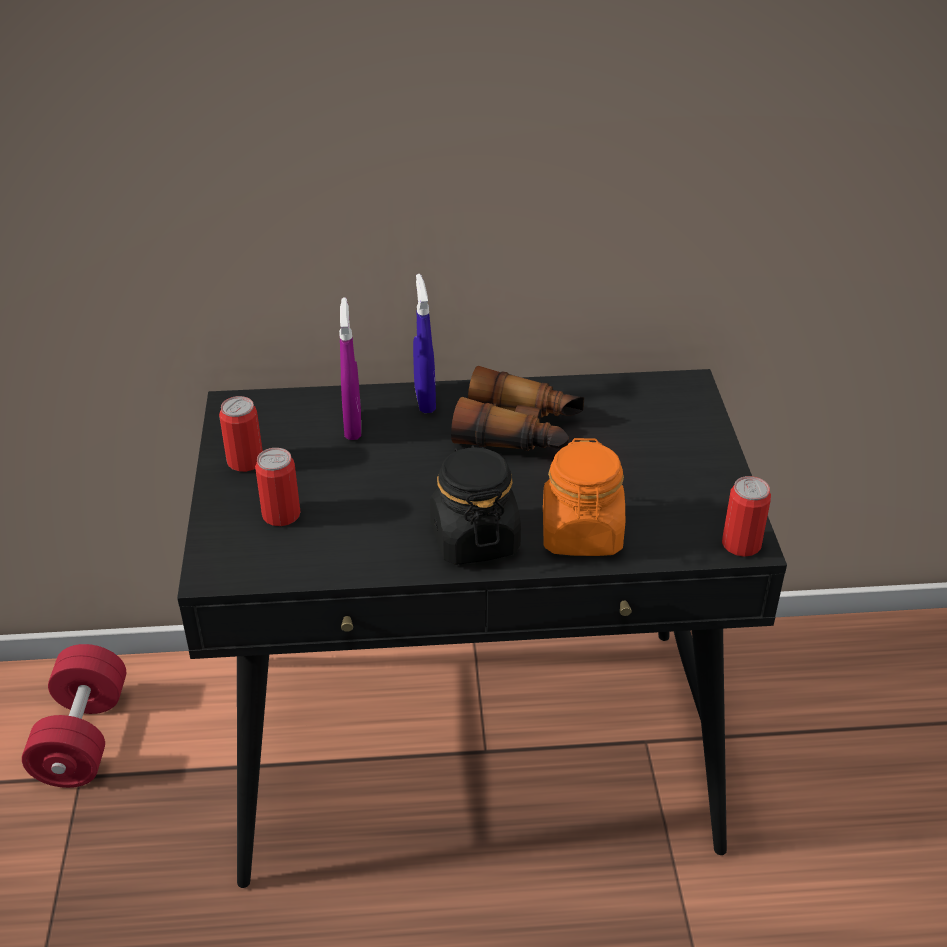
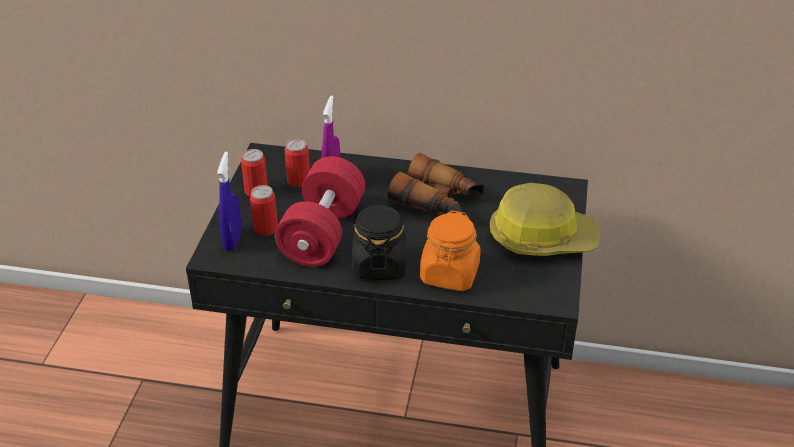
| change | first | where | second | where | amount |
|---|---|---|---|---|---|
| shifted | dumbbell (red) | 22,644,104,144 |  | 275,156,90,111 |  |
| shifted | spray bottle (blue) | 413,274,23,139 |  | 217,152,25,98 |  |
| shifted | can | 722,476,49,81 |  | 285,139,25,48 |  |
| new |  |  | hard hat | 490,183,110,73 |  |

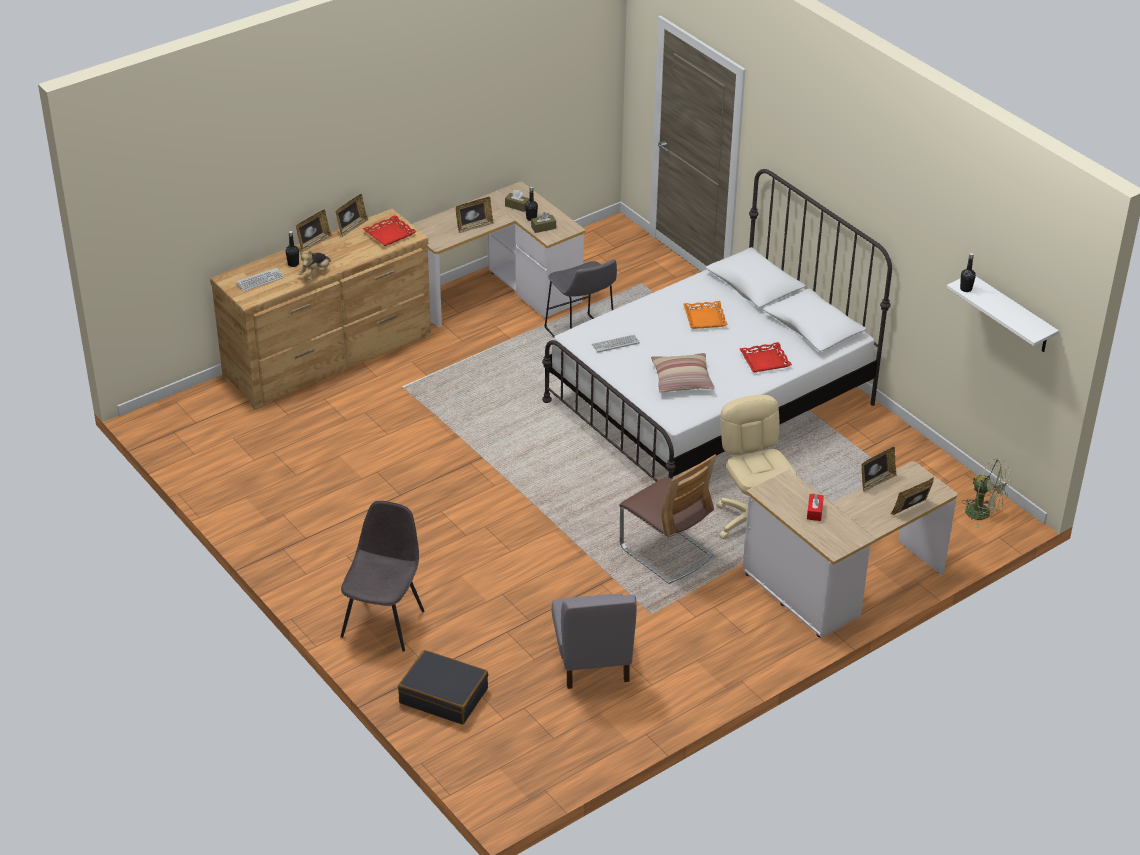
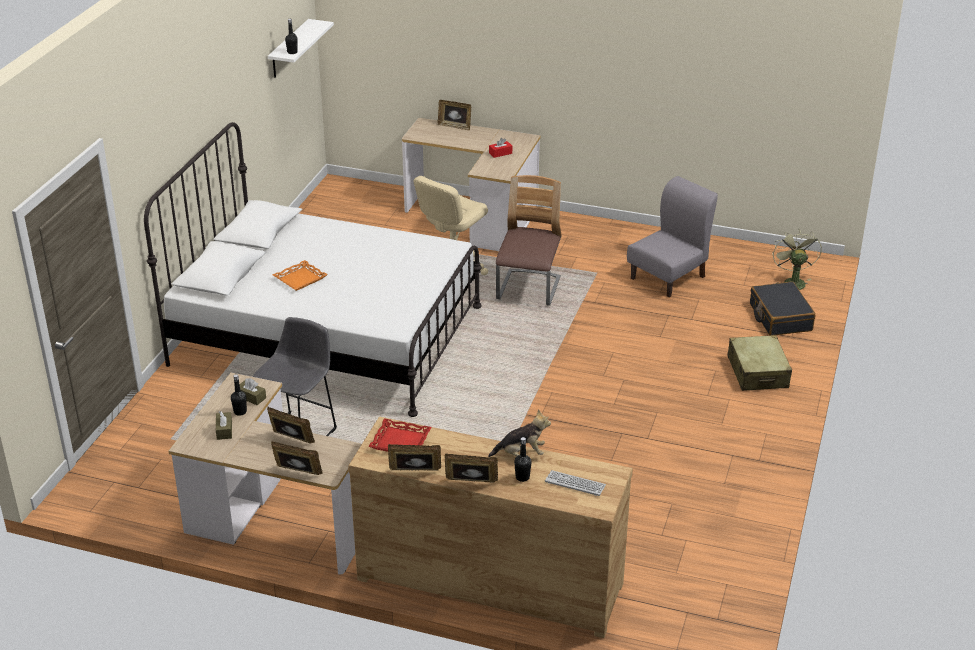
| change | first | where | second | where | amount |
|---|---|---|---|---|---|
| swapped | chair (grey) | 341,501,84,150 | suitcase (beige) | 727,335,65,56 |  |
| gone | keyboard | 592,335,48,17 |  |  |  |
| gone | pillow | 651,353,64,39 |  |  |  |
| gone | tray (red) | 740,342,52,30 |  |  |  |
| shifted | picture frame | 862,447,35,45 |  | 271,441,51,34 |  |
| shifted | fan (green) | 962,458,49,69 |  | 772,229,50,61 |  |

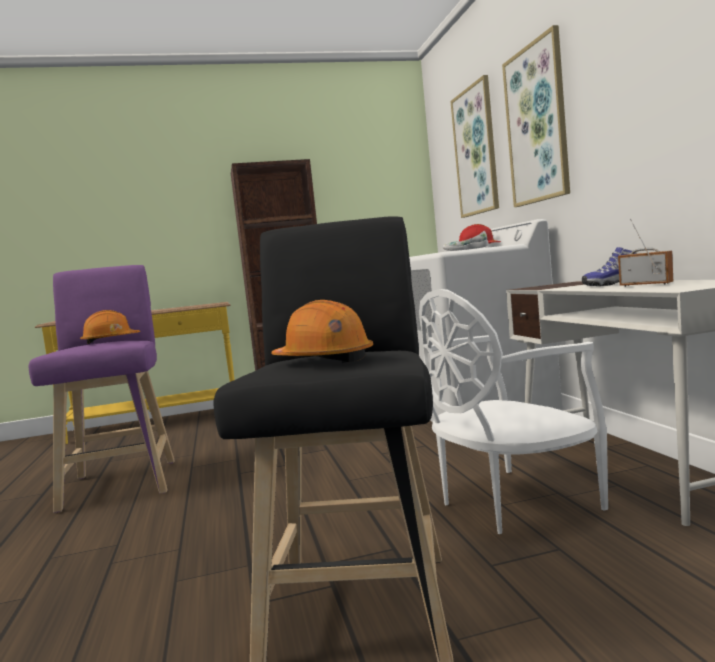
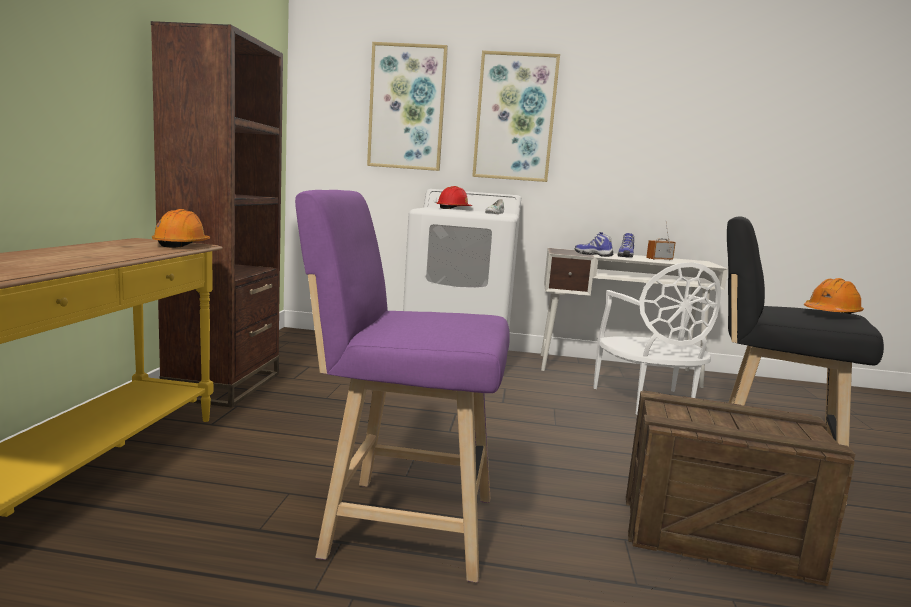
| change | first | where | second | where | amount |
|---|---|---|---|---|---|
| shifted | hard hat (orange) | 80,310,61,34 |  | 152,209,58,39 |  |
| new |  |  | shoe | 575,232,38,25 |  |
| new |  |  | crate | 626,390,229,196 |  |

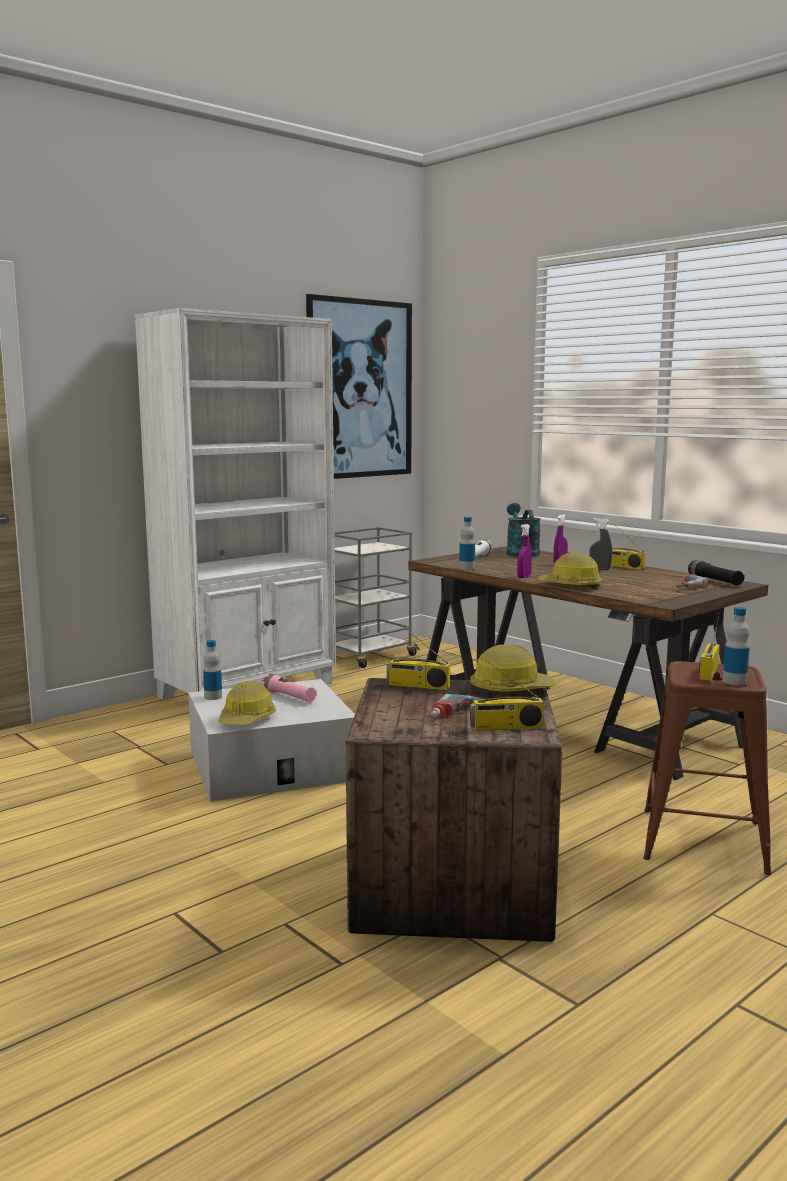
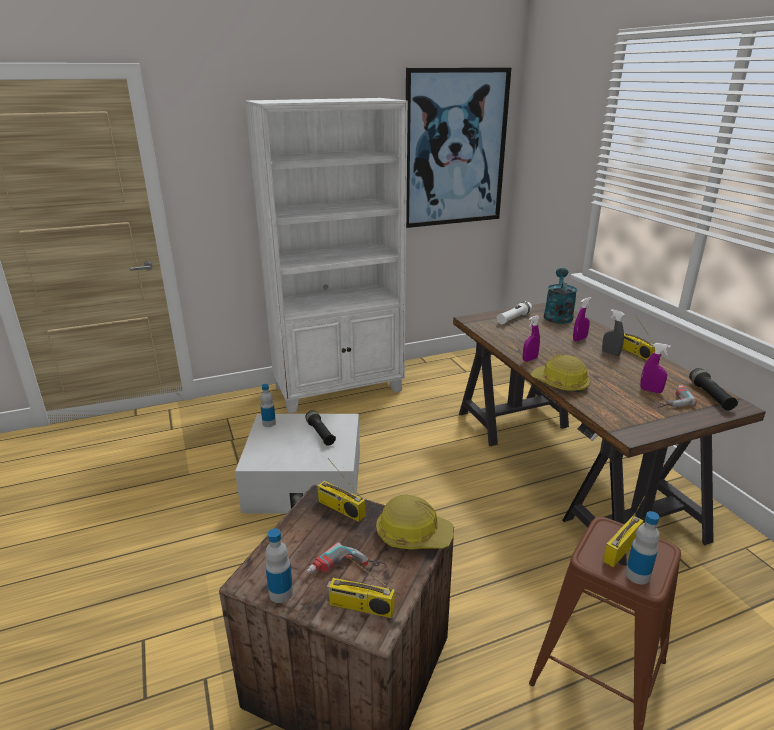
| change | first | where | second | where | amount |
|---|---|---|---|---|---|
| gone | hard hat | 218,681,58,44 |  |  |  |
| repainted | flashlight (pink) | 261,674,56,29 | flashlight (black) | 305,410,31,36 |  |
| gone | cart (grey) | 334,527,86,141 |  |  |  |
| shifted | bottle | 459,516,16,54 |  | 265,528,28,75 |  |
| new |  |  | spray bottle (purple) | 640,343,31,50 |  |

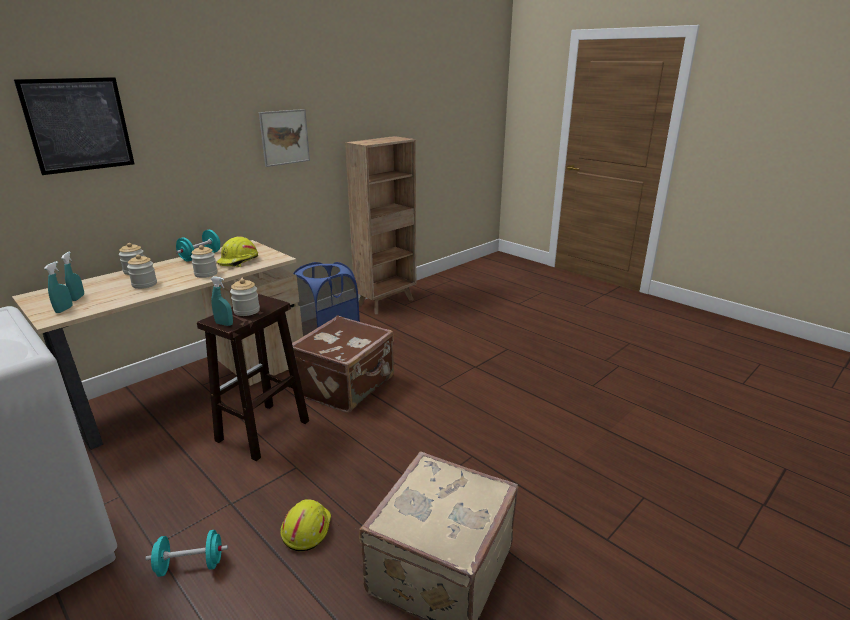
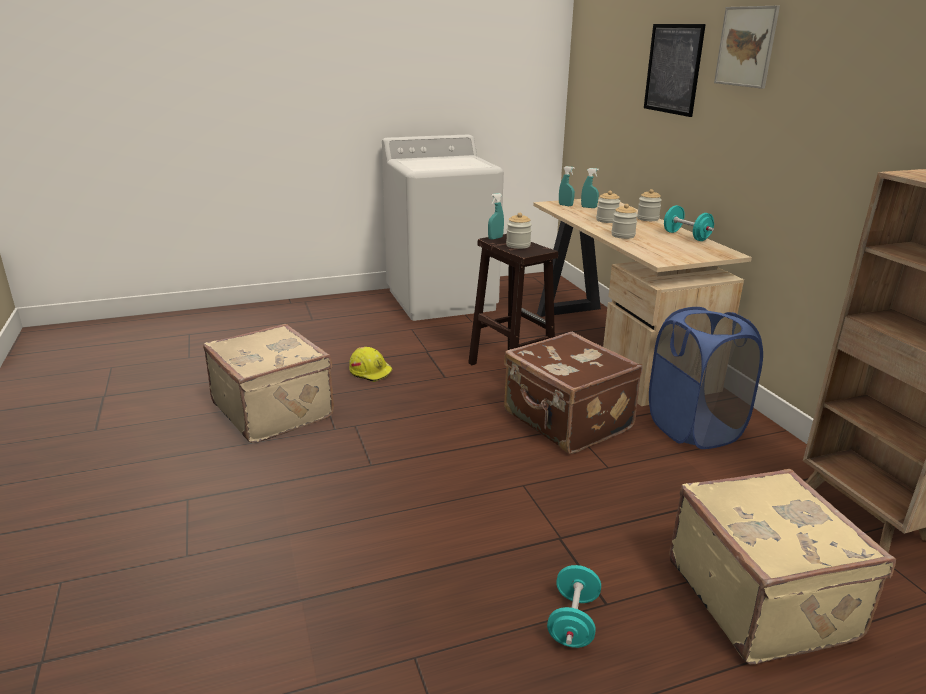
| change | first | where | second | where | amount |
|---|---|---|---|---|---|
| shifted | dumbbell (turquoise) | 145,530,83,47 |  | 547,565,54,83 |  |
| gone | hard hat (yellow) | 216,236,42,31 |  |  |  |
| shifted | picture | 259,109,51,58 |  | 714,6,66,83 |  |
| new |  |  | suitcase (beige) | 669,469,227,196 |  |

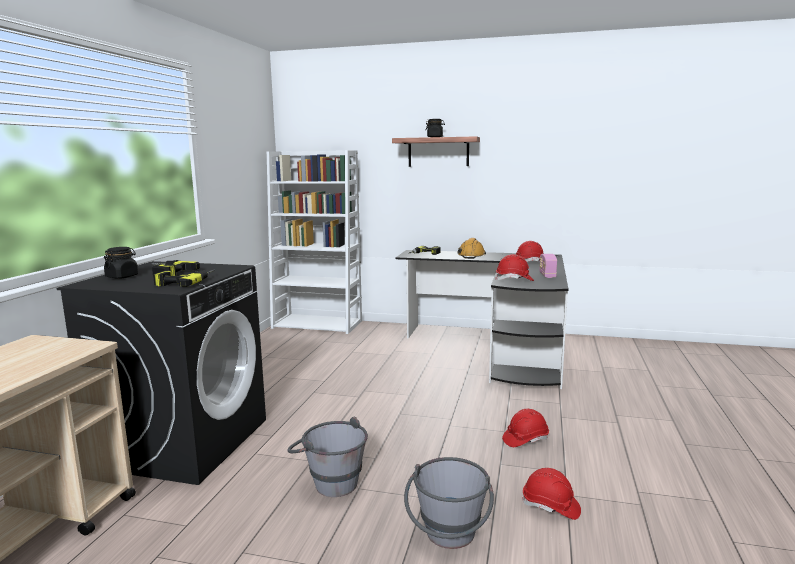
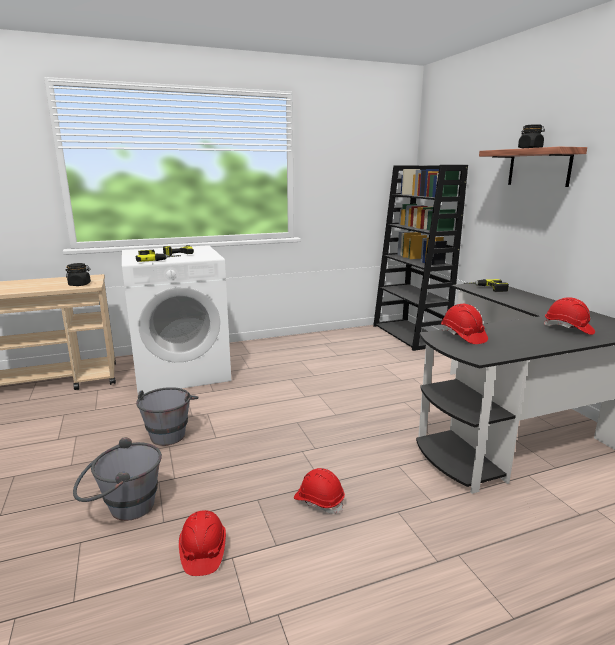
| change | first | where | second | where | amount |
|---|---|---|---|---|---|
| repainted | washing machine (black) | 57,261,209,224 | washing machine (white) | 122,245,109,149 |  |
| shifted | jar (black) | 104,247,34,32 |  | 66,263,25,23 |  |
| repainted | bookcase (white) | 267,150,95,184 | bookcase (black) | 373,165,95,186 |  |
| gone | hard hat (orange) | 458,238,28,21 |  |  |  |
| gone | radio | 539,254,18,24 |  |  |  |

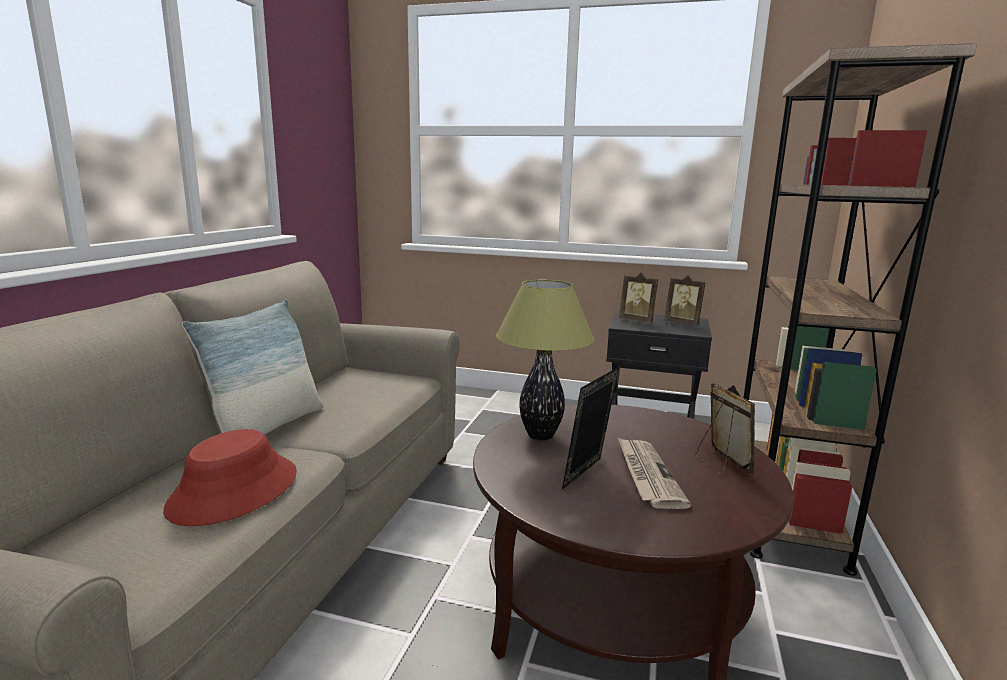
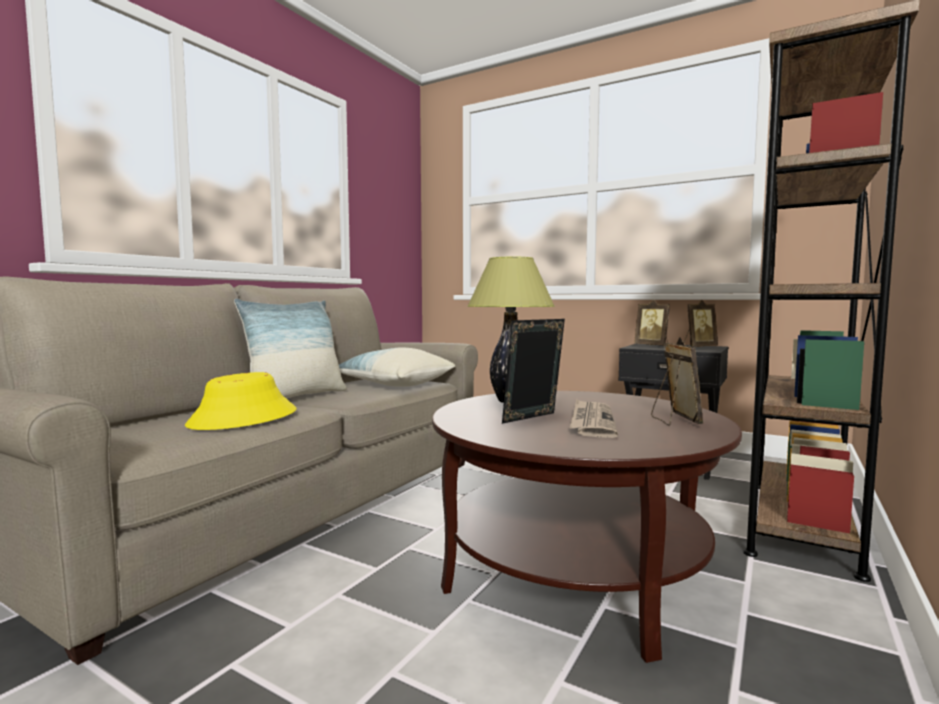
| change | first | where | second | where | amount |
|---|---|---|---|---|---|
| repainted | hat (red) | 163,429,134,97 | hat (yellow) | 185,372,112,58 |  |
| rotated | picture frame | 664,275,42,51 |  | 684,300,34,47 | 75 degrees counterclockwise |
| new |  |  | pillow | 339,347,116,40 |  |

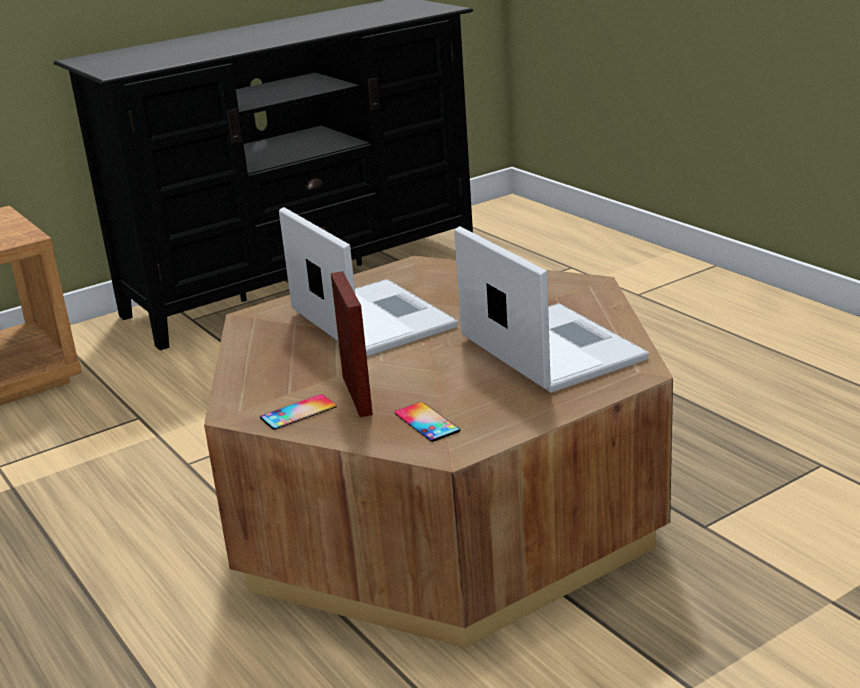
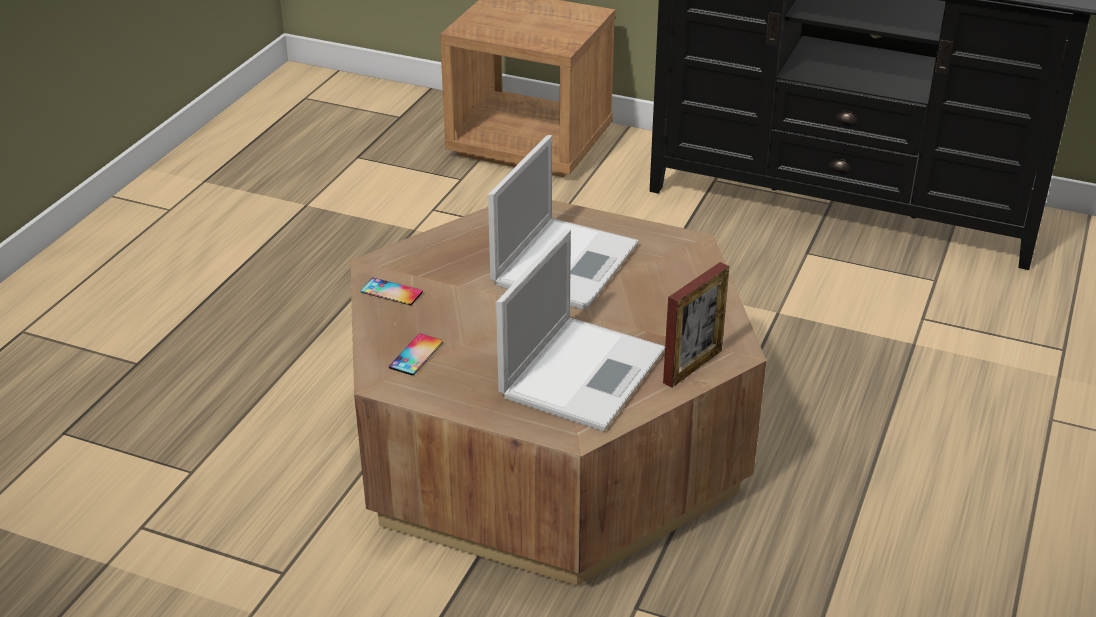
| change | first | where | second | where | amount |
|---|---|---|---|---|---|
| shifted | picture frame | 331,271,42,146 |  | 663,262,66,126 |  |

